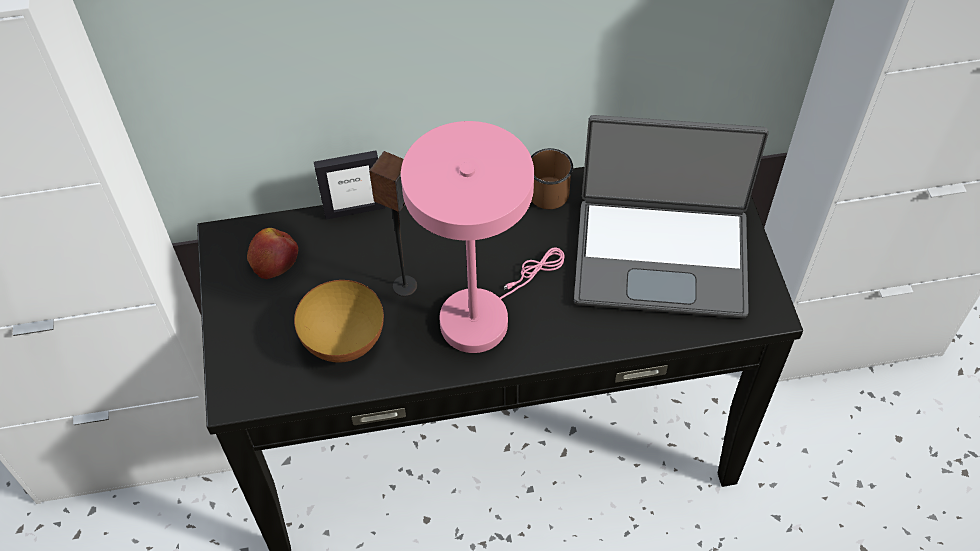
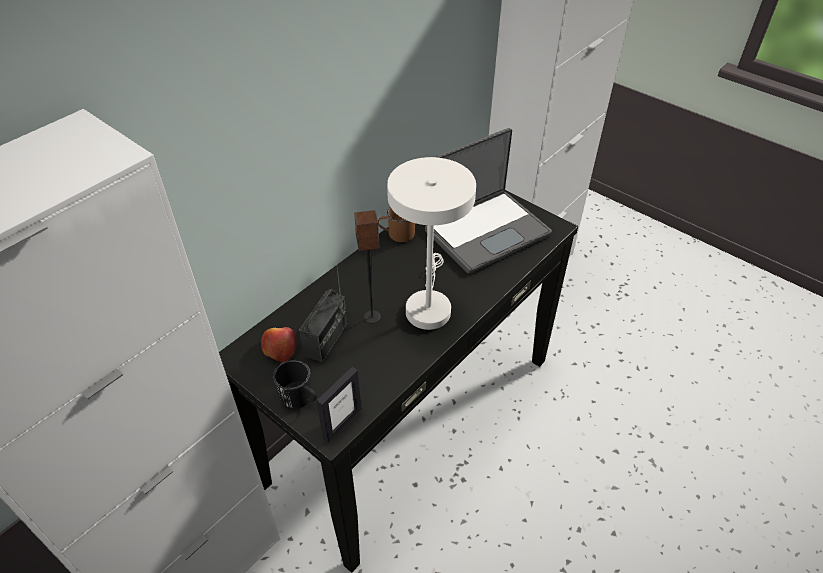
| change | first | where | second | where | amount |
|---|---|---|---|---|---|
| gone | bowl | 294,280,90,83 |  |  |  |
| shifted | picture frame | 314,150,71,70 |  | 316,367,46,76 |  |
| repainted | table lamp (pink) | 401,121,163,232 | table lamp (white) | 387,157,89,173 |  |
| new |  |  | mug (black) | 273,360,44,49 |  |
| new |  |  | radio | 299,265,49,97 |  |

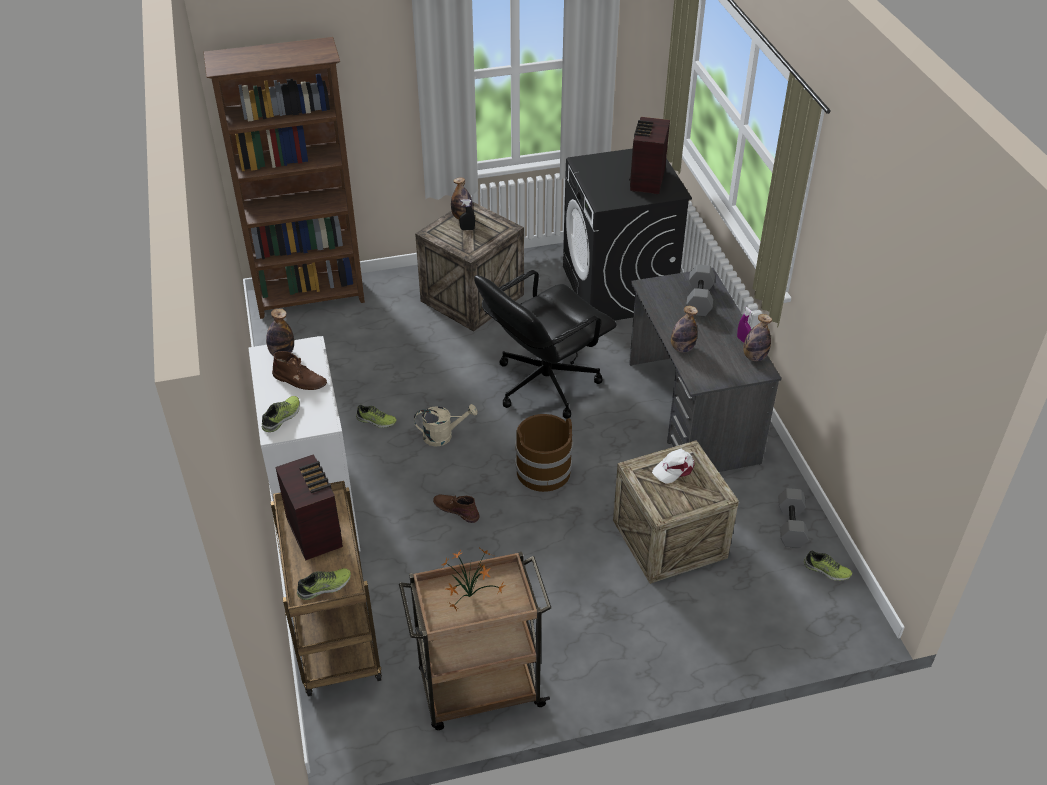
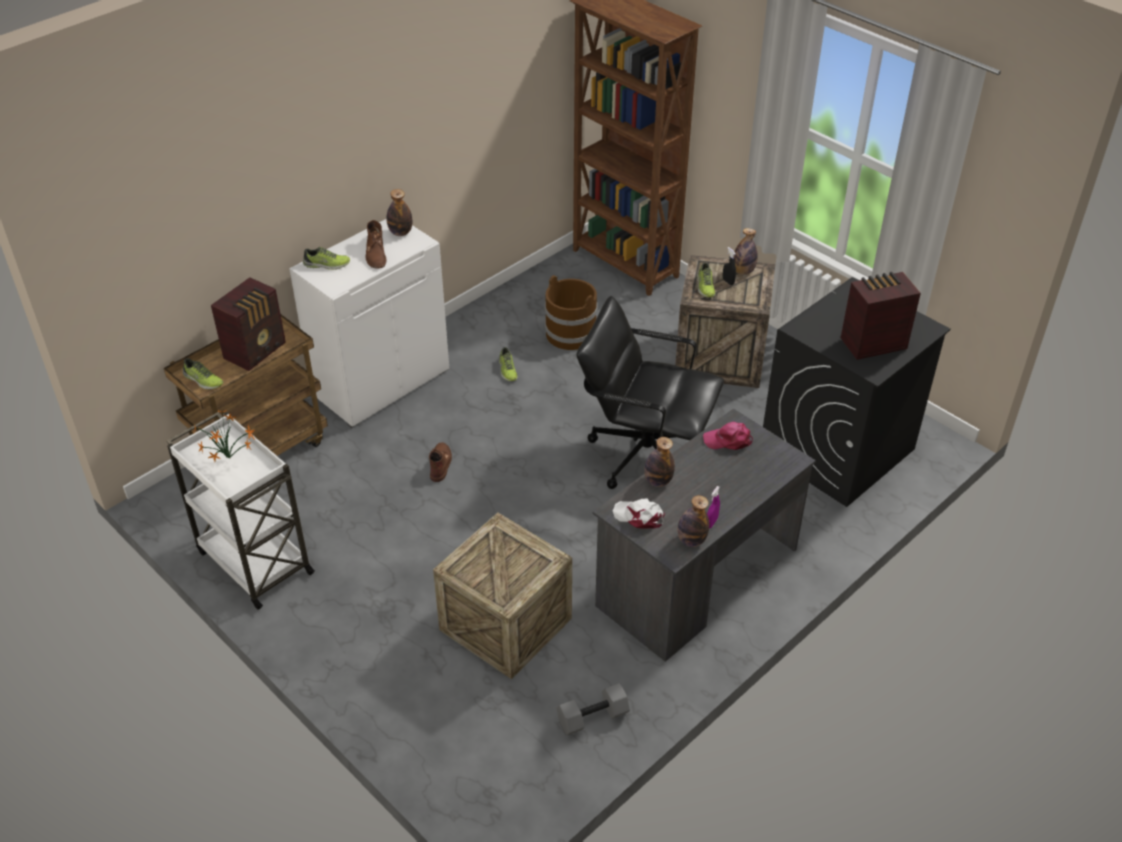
| change | first | where | second | where | amount |
|---|---|---|---|---|---|
| repainted | cart (brown) | 399,552,152,178 | cart (white) | 167,412,148,198 |  |
| gone | watering can (beige) | 414,404,63,43 |  |  |  |
| shifted | bucket (brown) | 515,414,58,78 |  | 545,275,53,75 |  |
| shifted | cap (white) | 652,449,43,35 |  | 613,499,52,30 |  |
| gone | dumbbell (grey) | 686,264,29,52 |  |  |  |
| shifted | shoe | 804,551,48,30 |  | 697,263,19,34 |  |
| new |  |  | cap (pink) | 703,422,50,28 |  |

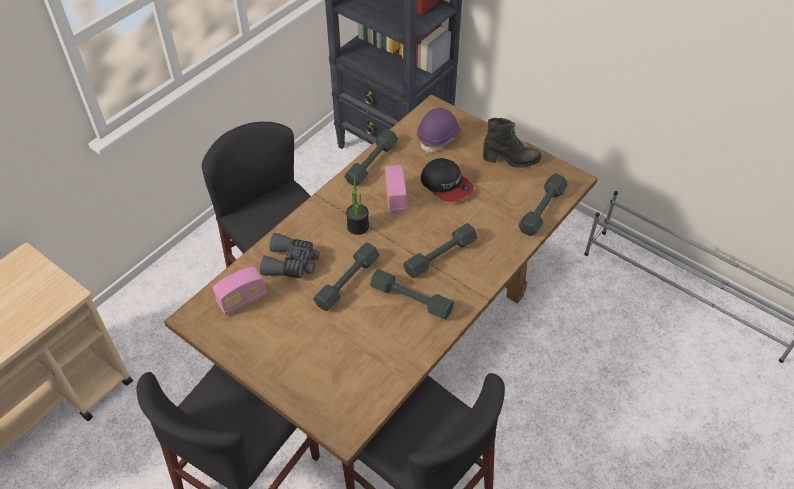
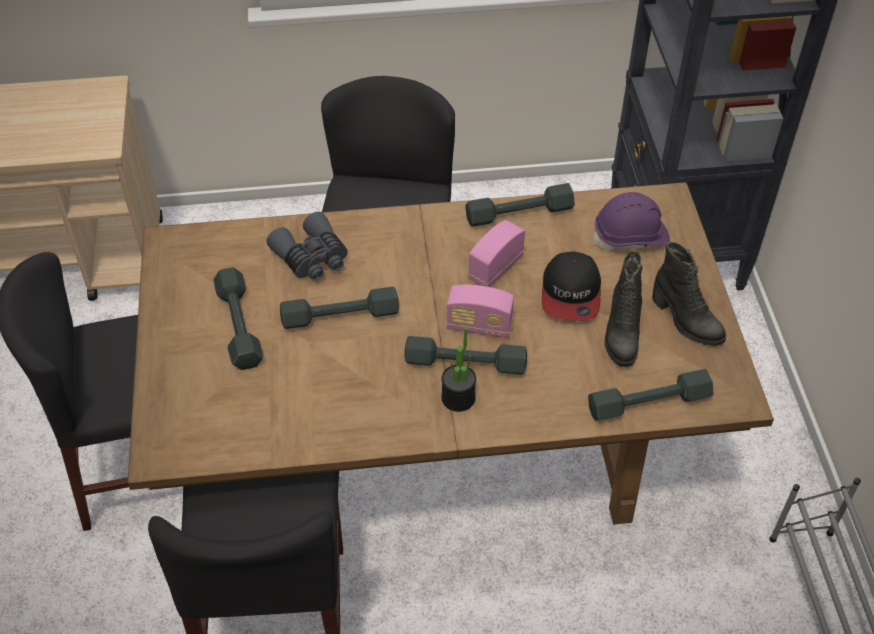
| change | first | where | second | where | amount |
|---|---|---|---|---|---|
| shifted | radio | 213,267,53,48 |  | 446,285,68,53 |  |
| shifted | potted plant | 346,176,23,59 |  | 441,328,35,84 |  |
| shifted | dumbbell (grey) | 370,269,84,50 |  | 214,267,49,103 |  |
| new |  |  | boot (black) | 604,251,39,116 |  |

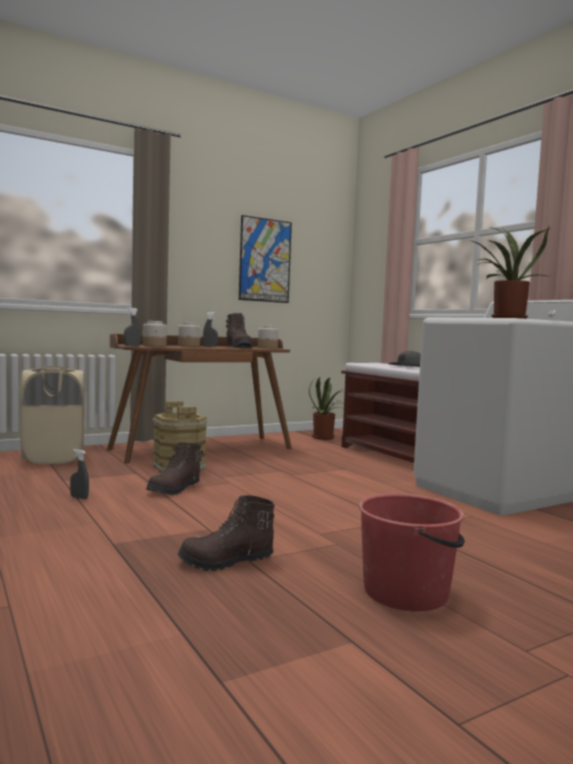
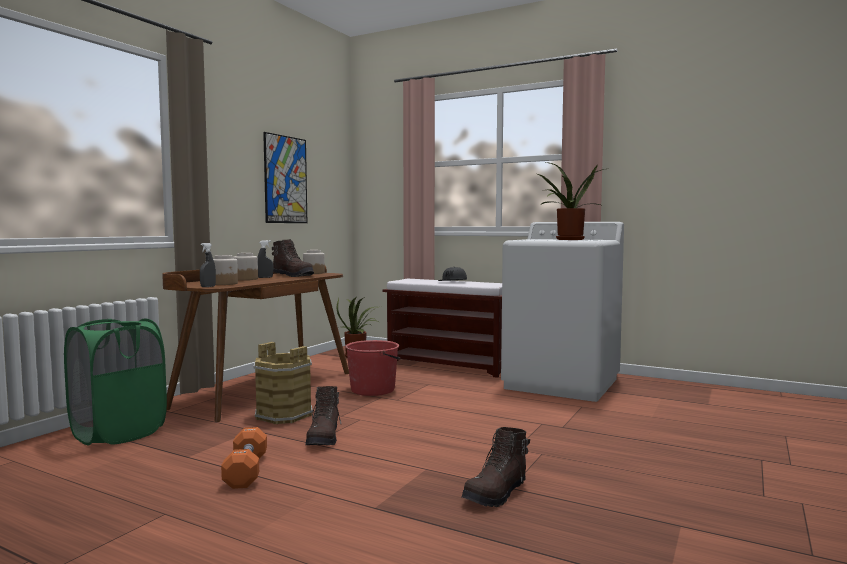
| change | first | where | second | where | amount |
|---|---|---|---|---|---|
| repainted | laundry basket (beige) | 20,366,64,98 | laundry basket (green) | 64,318,103,128 |  |
| swapped | spray bottle (grey) | 70,449,19,50 | dumbbell (orange) | 221,427,46,62 |  |
| shifted | bucket (red) | 359,493,106,119 |  | 345,340,55,56 |  |

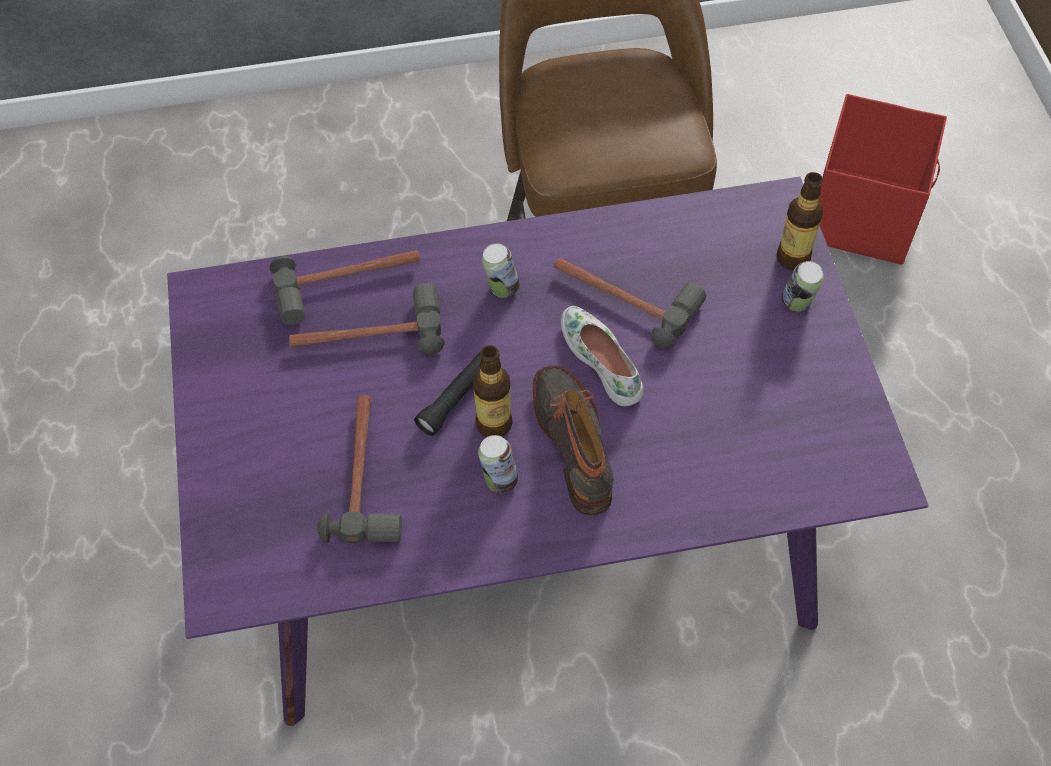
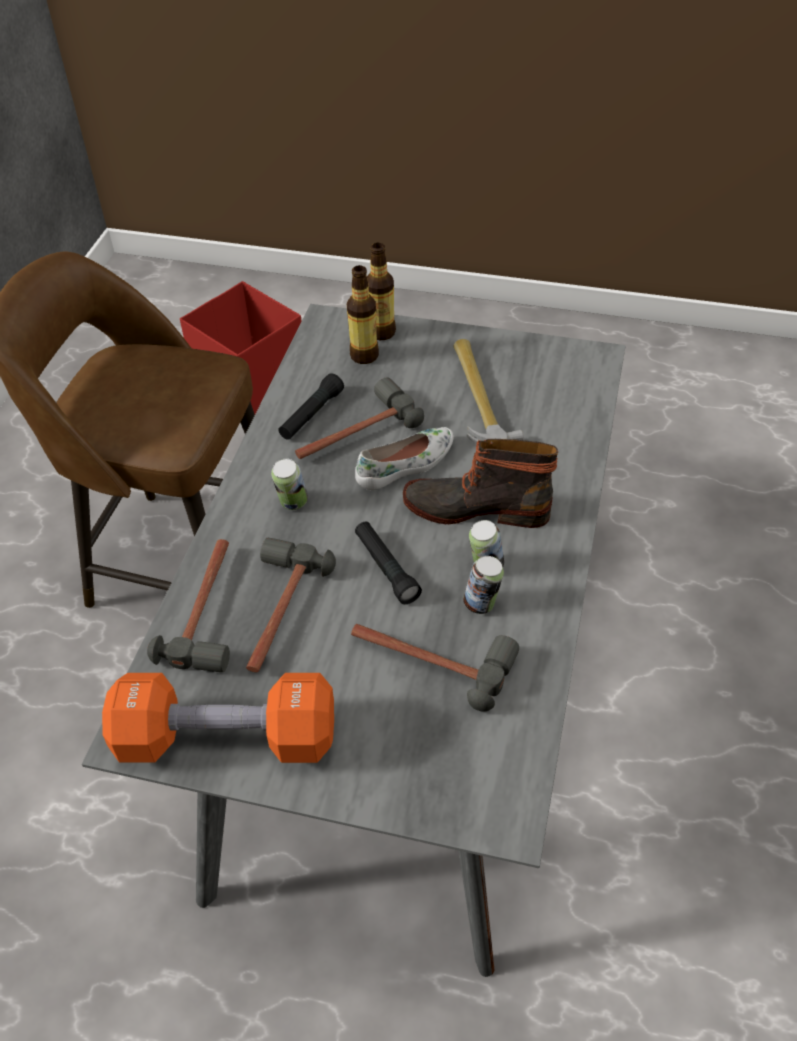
| change | first | where | second | where | amount |
|---|---|---|---|---|---|
| repainted | dining table (purple) | 167,176,762,550 | dining table (grey) | 82,304,544,673 |  |
| shifted | bottle | 473,345,40,92 |  | 347,265,32,99 |  |
| rotated | shoe (white) | 561,306,82,100 |  | 355,427,99,63 | 150 degrees clockwise |
| shifted | can | 782,261,42,50 |  | 463,556,41,58 |  |
| new |  |  | dumbbell (orange) | 102,673,232,90 |  |
| new |  |  | flashlight (black) | 278,373,66,67 |  |
| new |  |  | hammer | 454,339,70,105 |  |

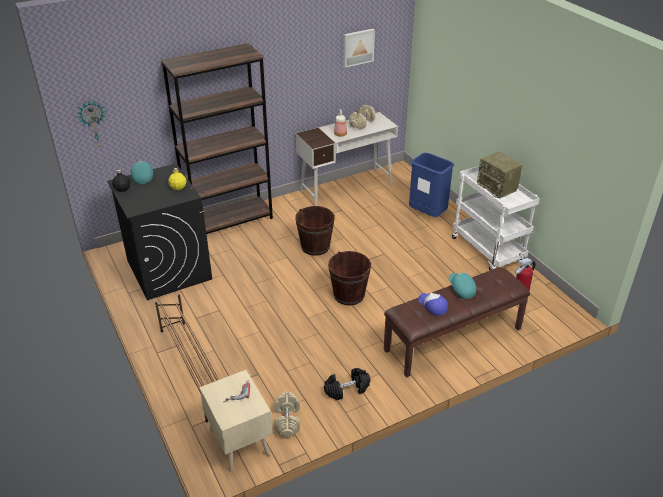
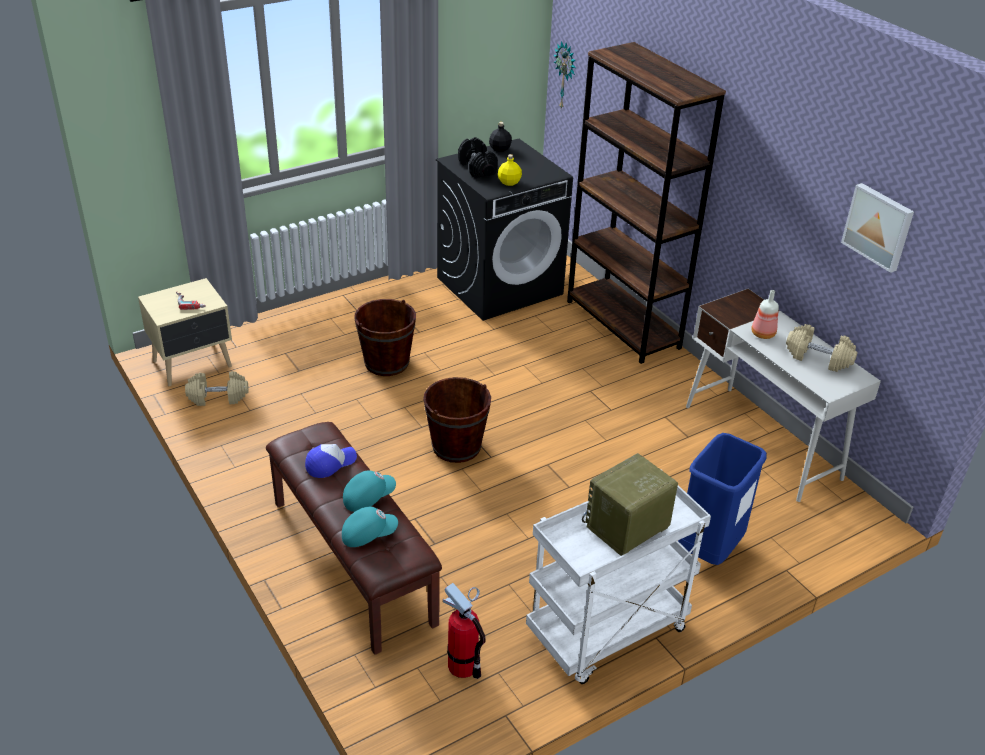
| change | first | where | second | where | amount |
|---|---|---|---|---|---|
| shifted | cap (turquoise) | 131,161,22,23 |  | 342,506,56,41 |  |
| gone | shoe rack (brown) | 155,294,64,128 |  |  |  |
| shifted | bucket (brown) | 295,206,40,50 |  | 354,299,62,77 |  |
| shifted | dumbbell (black) | 324,368,47,32 |  | 458,137,40,41 |  |

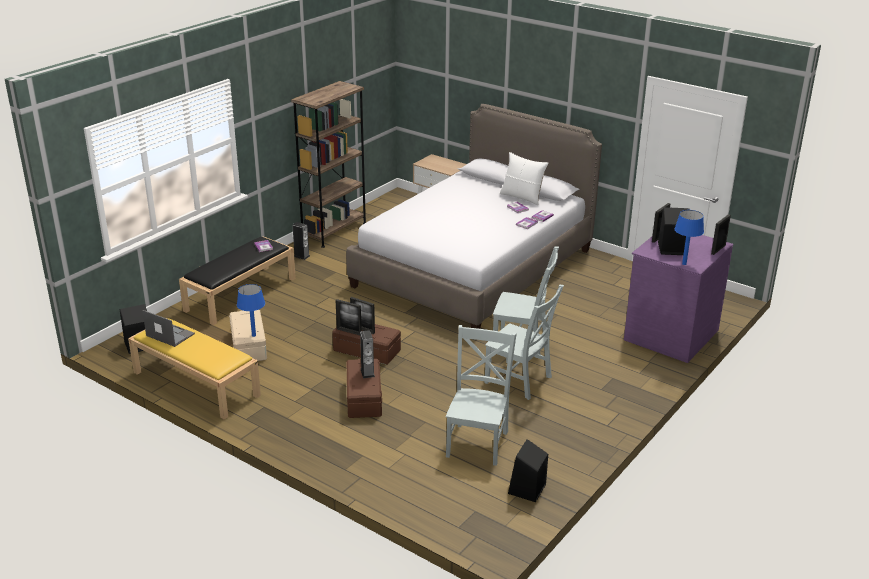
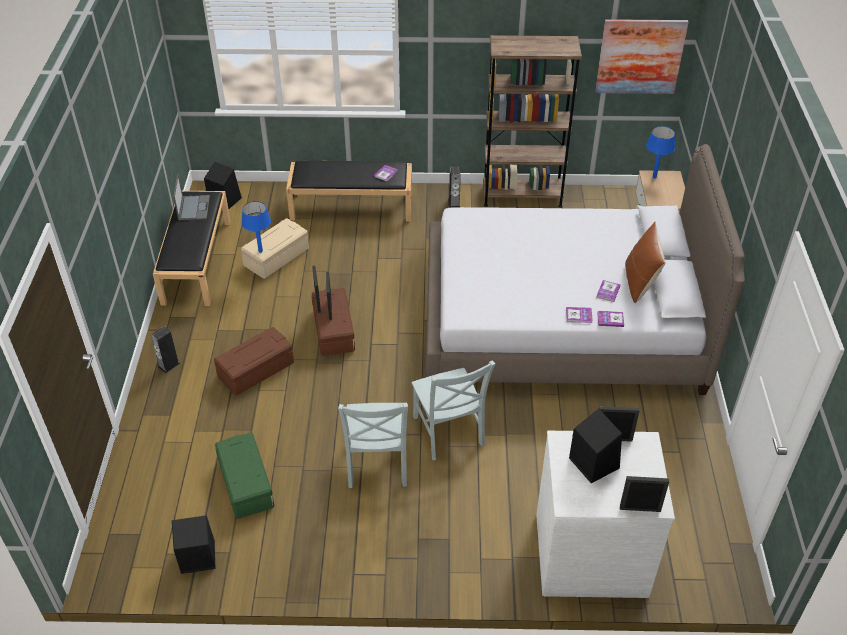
| change | first | where | second | where | amount |
|---|---|---|---|---|---|
| repainted | bench (yellow) | 128,318,133,102 | bench (black) | 153,191,78,115 |  |
| shifted | speaker | 360,330,15,48 |  | 151,326,29,47 |  |
| swapped | chair (grey) | 446,325,71,141 | storage box (green) | 215,432,59,87 |  |
| repainted | pillow (white) | 500,152,48,53 | pillow (brown) | 625,222,41,81 |  |
| repainted | dresser (purple) | 624,235,109,128 | dresser (white) | 536,431,139,167 |  |
| shifted | table lamp (blue) | 675,210,29,55 |  | 646,126,29,52 |  |
| new |  |  | picture | 595,19,94,75 |  |

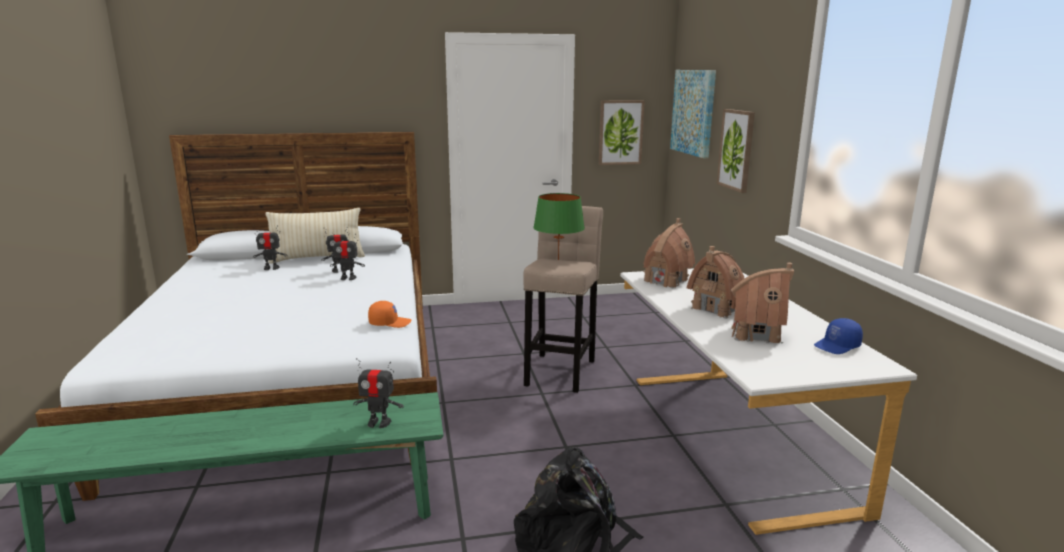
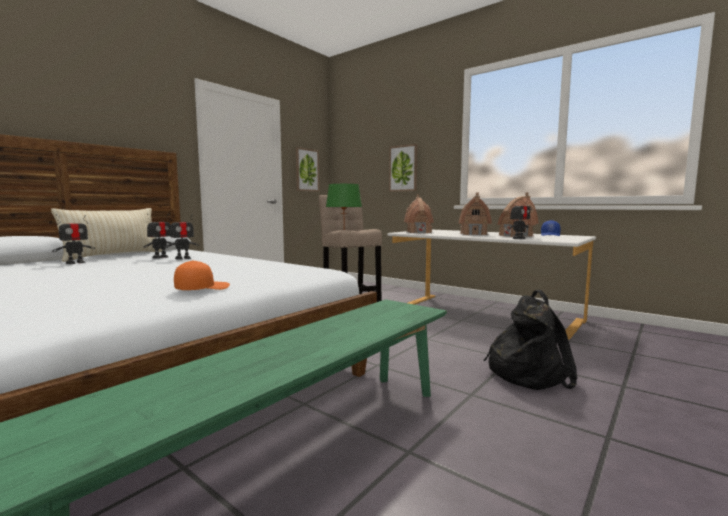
| change | first | where | second | where | amount |
|---|---|---|---|---|---|
| shifted | toy robot | 353,358,51,70 |  | 509,198,21,41 |  |
| shifted | cap (orange) | 368,301,43,27 |  | 174,260,56,30 |  |
| gone | picture | 670,70,46,88 |  |  |  |

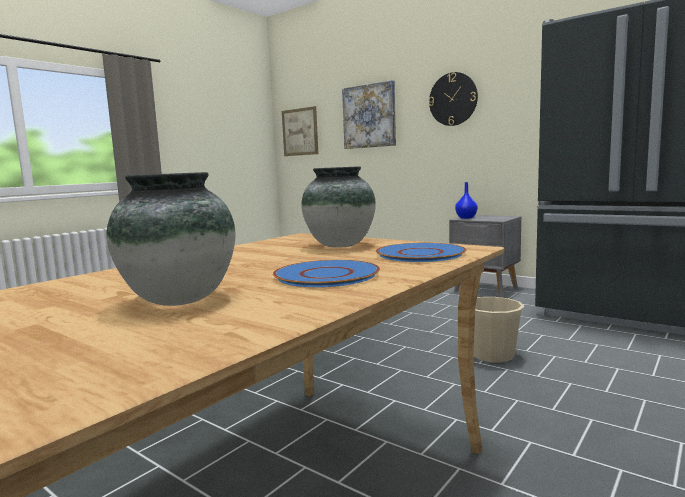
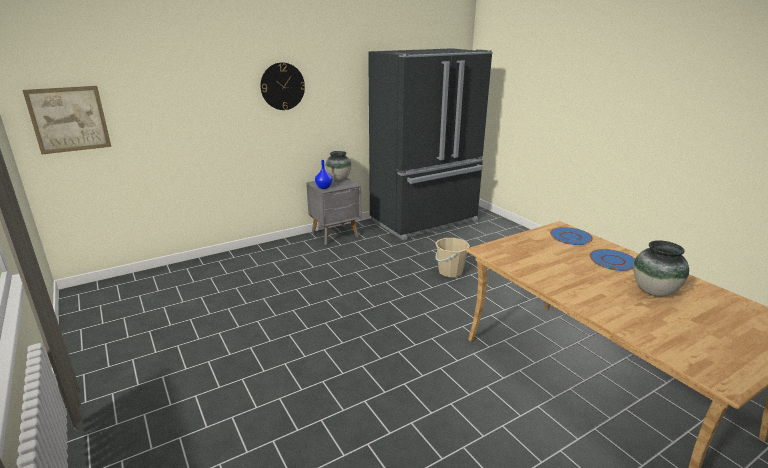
| change | first | where | second | where | amount |
|---|---|---|---|---|---|
| shifted | vase | 301,166,75,82 |  | 326,151,25,30 |  |
| gone | picture | 342,80,54,69 |  |  |  |

